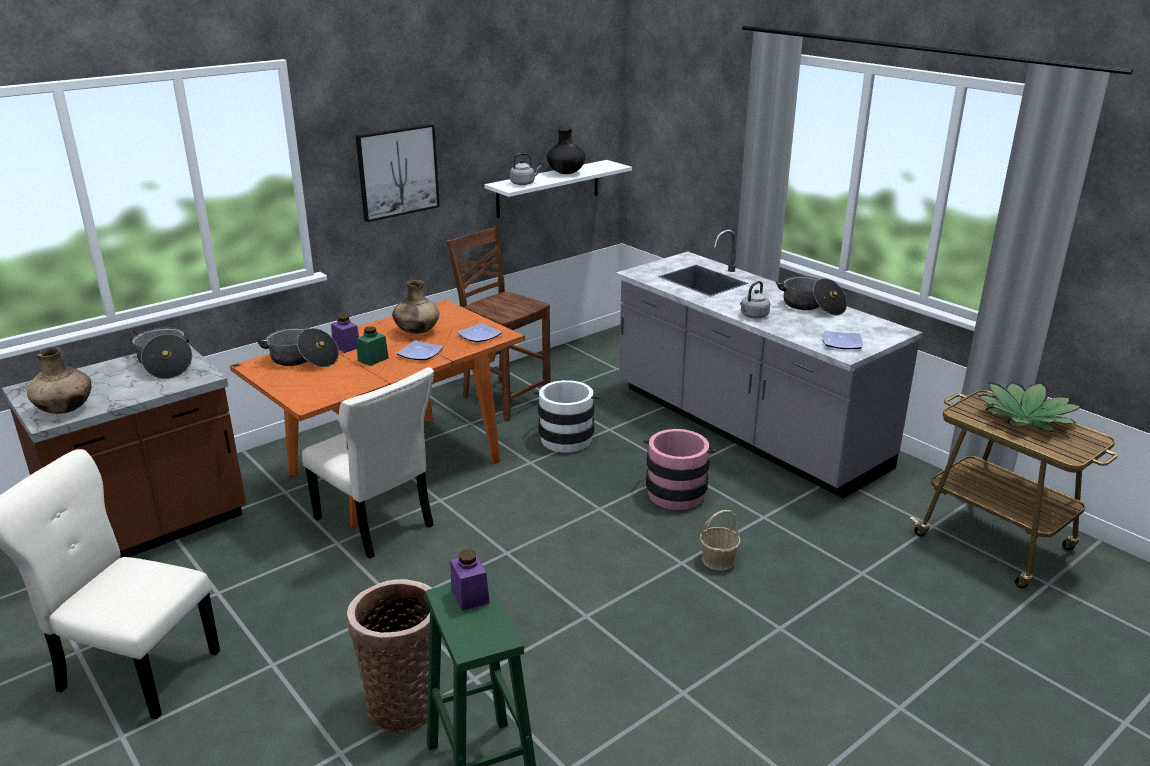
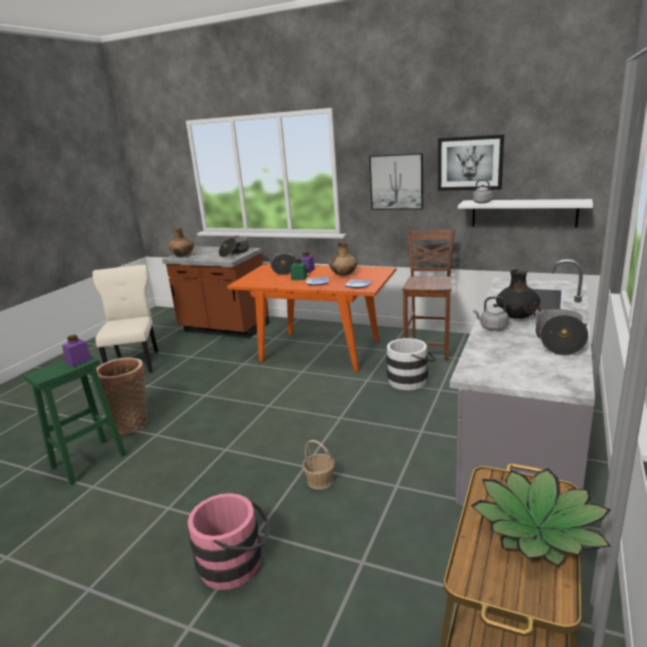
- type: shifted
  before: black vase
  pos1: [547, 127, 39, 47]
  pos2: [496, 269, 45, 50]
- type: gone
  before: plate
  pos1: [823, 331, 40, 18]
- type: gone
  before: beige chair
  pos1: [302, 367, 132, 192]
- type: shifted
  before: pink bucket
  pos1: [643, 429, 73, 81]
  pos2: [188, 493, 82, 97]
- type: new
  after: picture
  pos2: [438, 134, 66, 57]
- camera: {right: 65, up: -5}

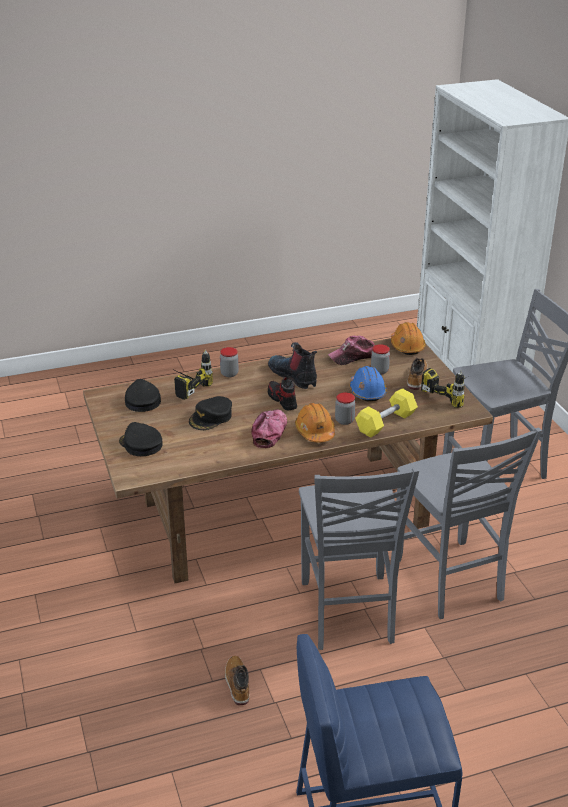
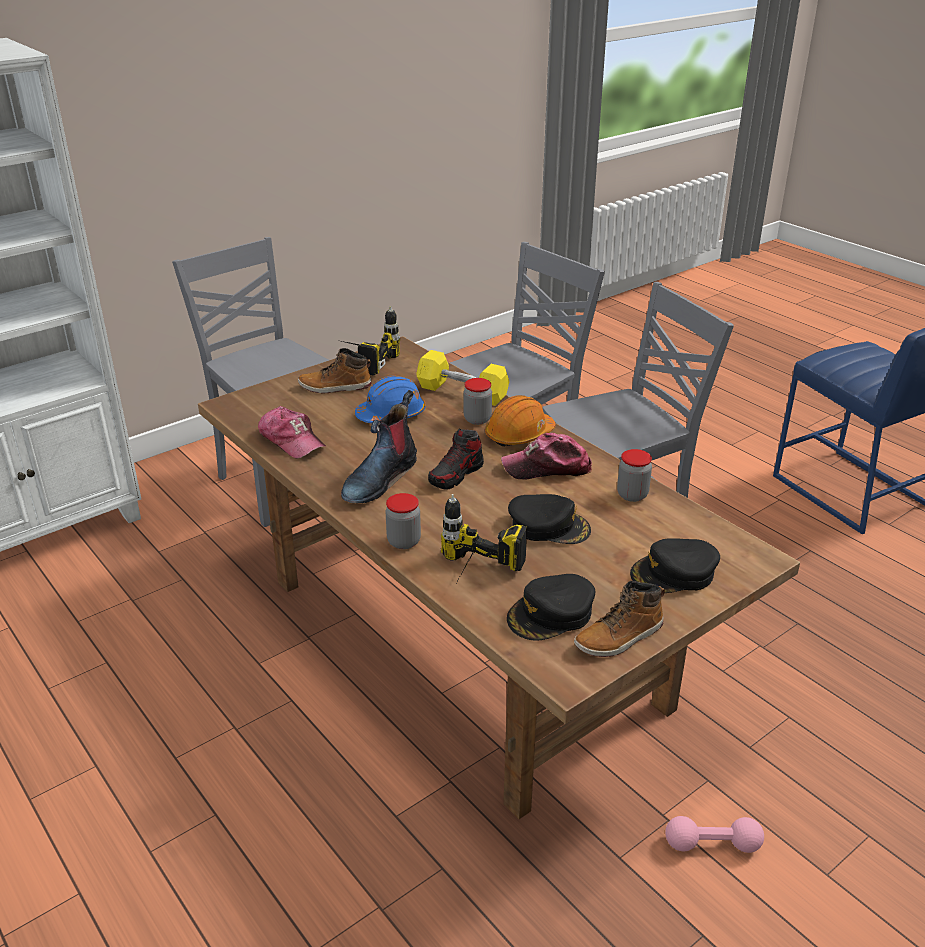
- type: gone
  before: orange hard hat
  pos1: [391, 322, 35, 33]
- type: shifted
  before: jar
  pos1: [371, 344, 19, 31]
  pos2: [617, 449, 35, 53]
- type: rotated
  before: black cap
  pos1: [119, 422, 44, 34]
  pos2: [630, 538, 90, 55]
  turn: 45
- type: shifted
  before: boot
  pos1: [225, 656, 24, 49]
  pos2: [574, 581, 91, 76]
- type: new
  after: pink dumbbell
  pos2: [665, 816, 99, 37]
- camera: {right: -110, up: 0}

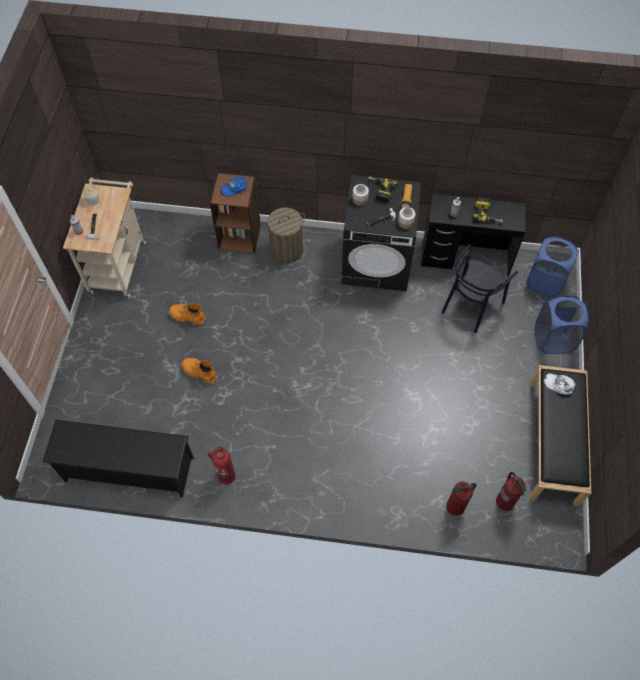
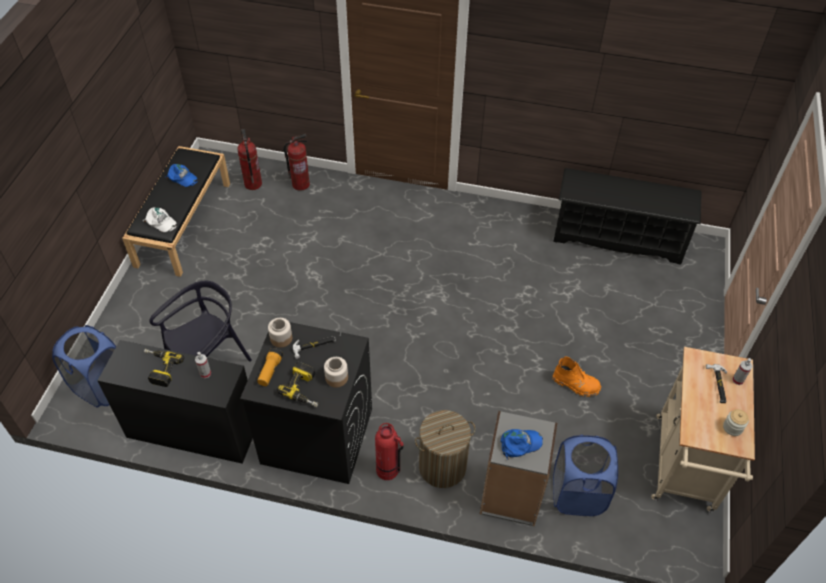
- type: repainted
  before: brown bookcase
  after: grey bookcase
  pos1: [210, 173, 51, 81]
  pos2: [480, 411, 77, 115]
- type: shifted
  before: blue laundry basket
  pos1: [535, 295, 54, 59]
  pos2: [553, 435, 65, 81]
- type: gone
  before: orange boot
  pos1: [181, 358, 37, 26]
- type: shifted
  before: fire extinguisher
  pos1: [207, 447, 29, 38]
  pos2: [375, 423, 29, 57]
- type: new
  after: blue cap
  pos2: [165, 164, 33, 23]
- camera: {right: -175, up: -10}

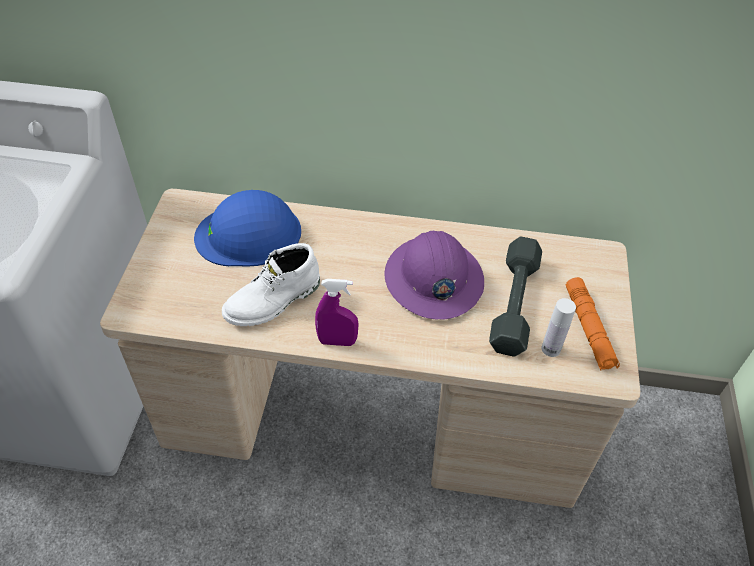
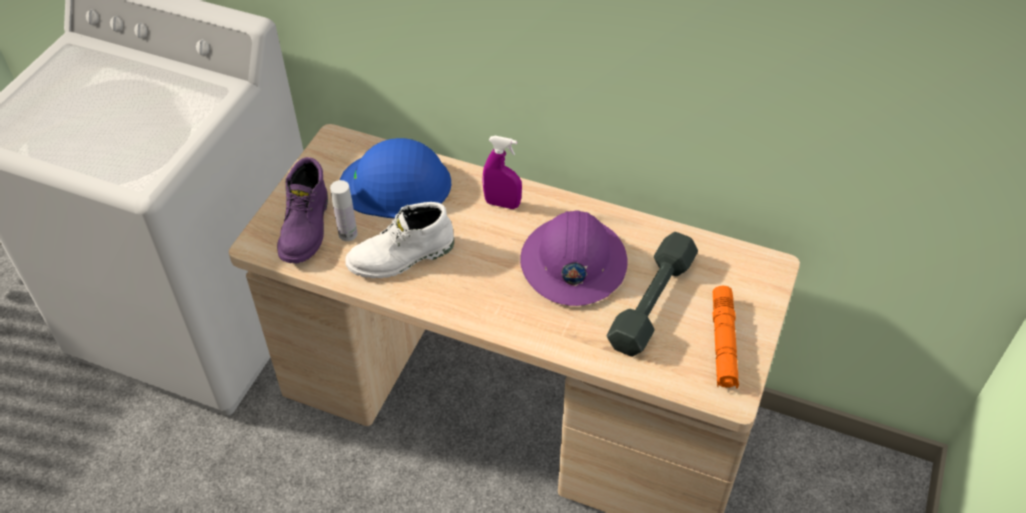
- type: shifted
  before: purple spray bottle
  pos1: [315, 279, 43, 67]
  pos2: [482, 136, 40, 73]
- type: shifted
  before: white bottle
  pos1: [541, 298, 35, 59]
  pos2: [330, 180, 28, 61]
- type: new
  after: purple boot
  pos2: [277, 157, 51, 106]
- camera: {right: 15, up: 0}

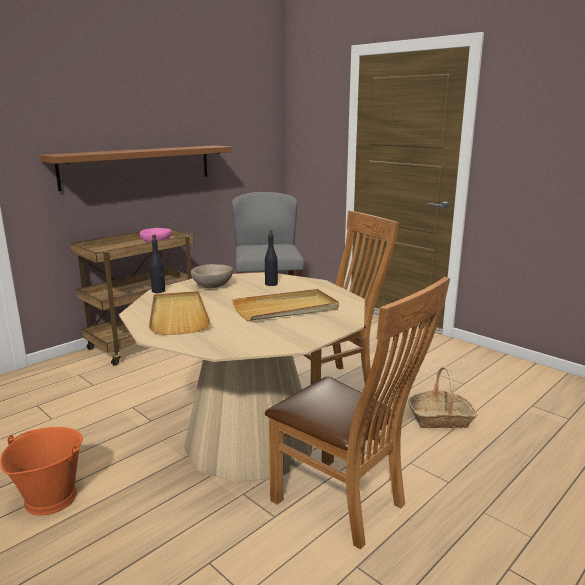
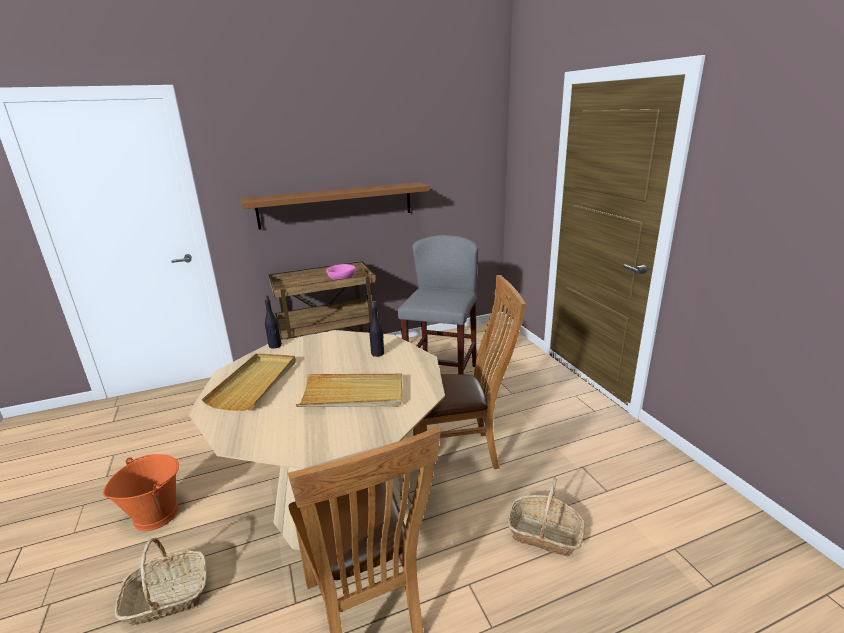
- type: gone
  before: beige bowl
  pos1: [191, 264, 42, 24]
- type: new
  after: basket
  pos2: [115, 538, 92, 88]
- camera: {right: 25, up: 5}

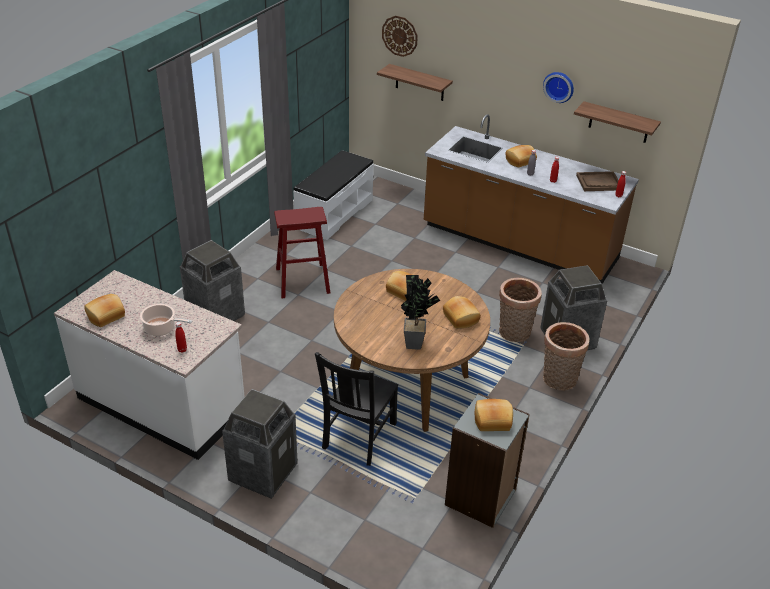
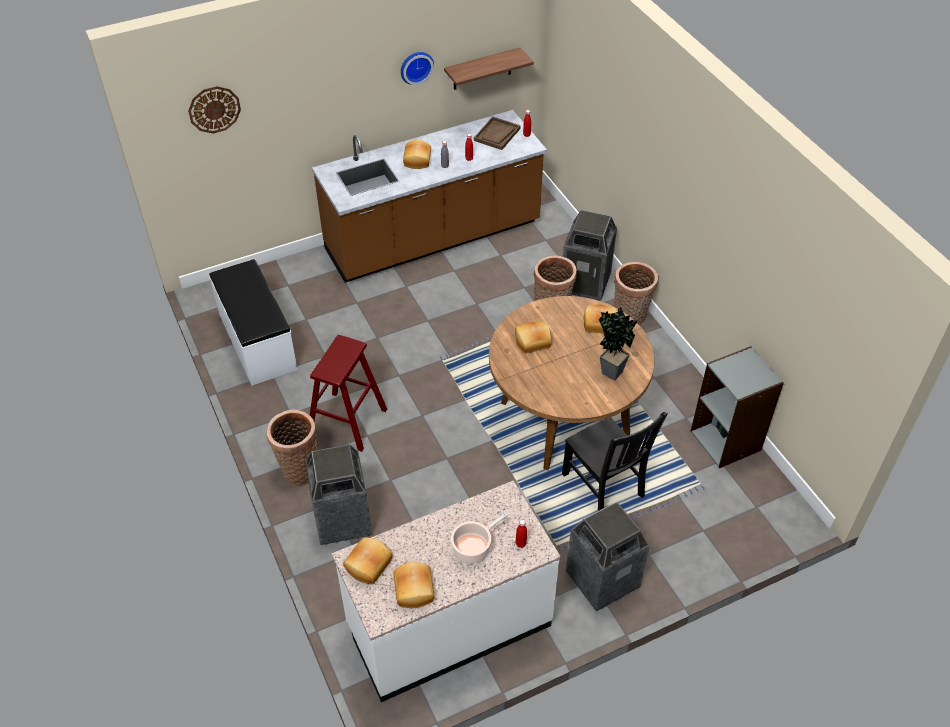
- type: gone
  before: shelf
  pos1: [377, 64, 76, 37]
- type: shifted
  before: bread
  pos1: [475, 399, 38, 32]
  pos2: [343, 537, 49, 47]
- type: new
  after: basket
  pos2: [267, 410, 51, 76]
- camera: {right: -55, up: 10}

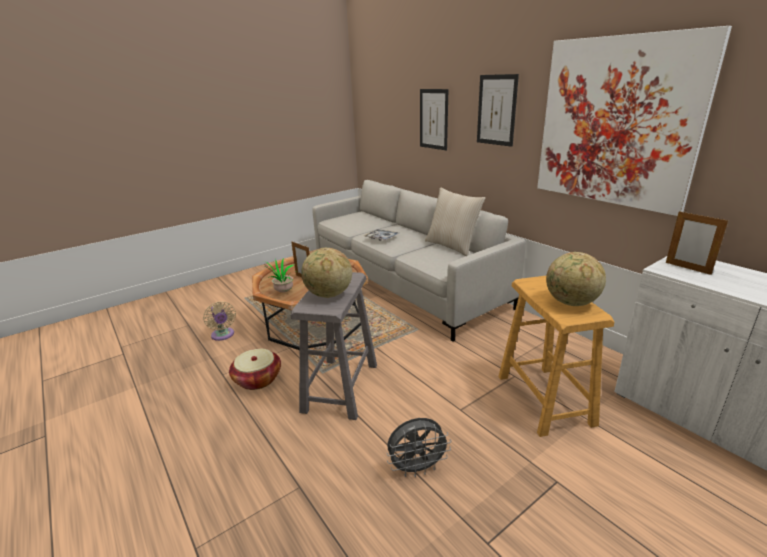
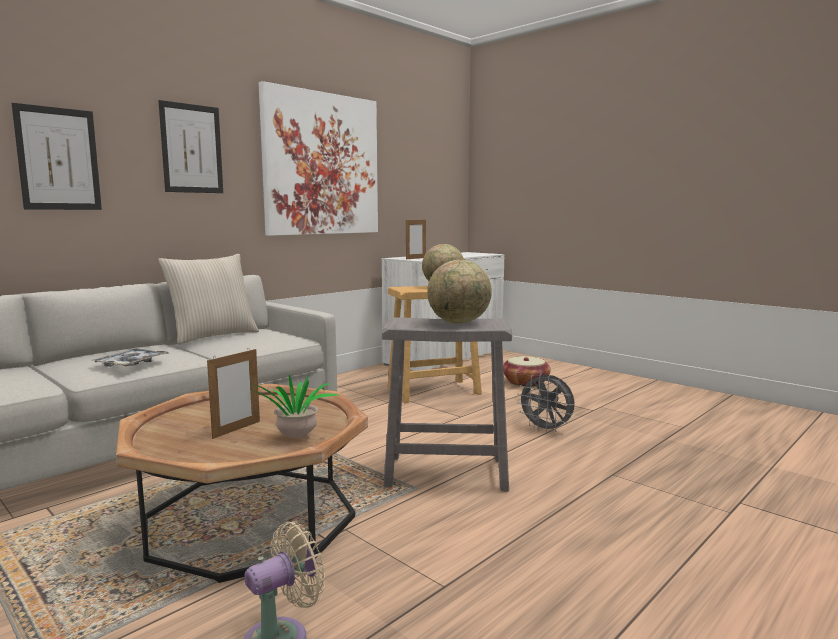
- type: shifted
  before: basket
  pos1: [229, 349, 52, 41]
  pos2: [503, 356, 48, 31]
- type: rotated
  before: grey fan
  pos1: [387, 418, 64, 59]
  pos2: [517, 373, 58, 60]
  turn: 150
- camera: {right: -100, up: -15}

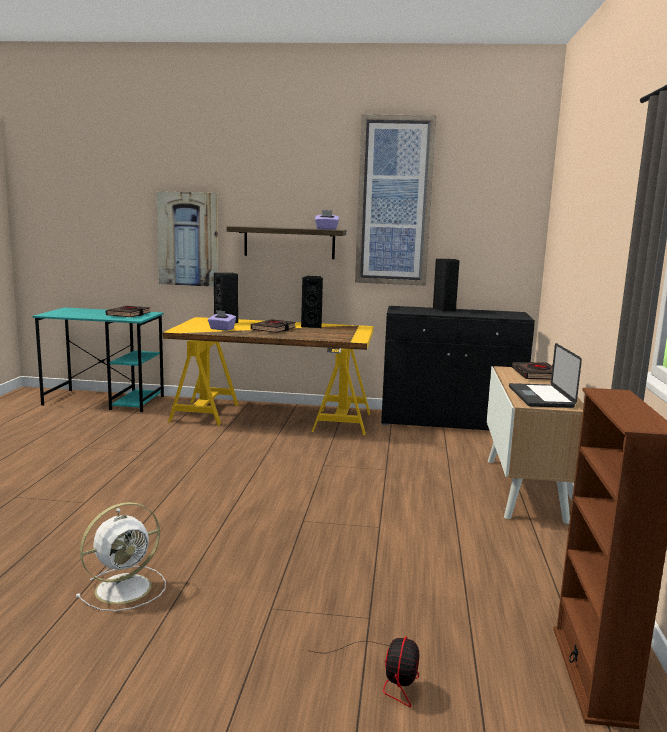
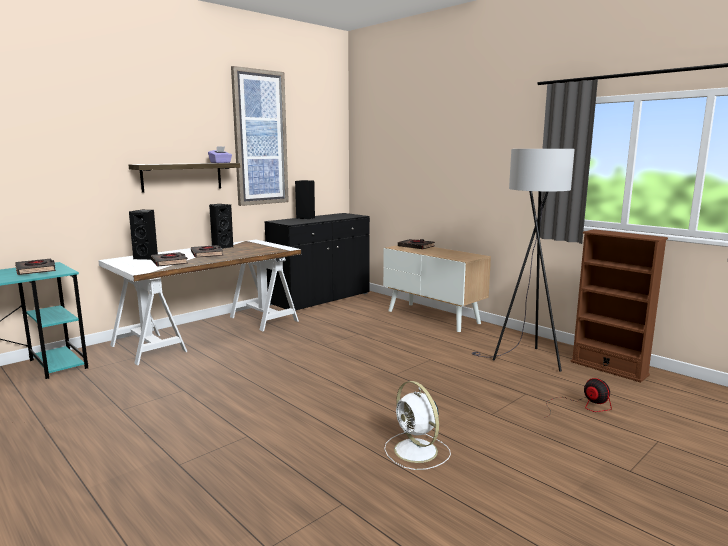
- type: gone
  before: picture
  pos1: [156, 191, 62, 96]
- type: swapped
  before: purple tissue box
  after: black book
  pos1: [208, 310, 28, 21]
  pos2: [151, 252, 37, 15]
- type: repainted
  before: yellow desk
  after: white desk
  pos1: [163, 317, 211, 119]
  pos2: [98, 240, 203, 125]
- type: gone
  before: laptop
  pos1: [509, 343, 73, 65]
- type: rotated
  before: white fan
  pos1: [76, 502, 90, 109]
  pos2: [384, 381, 67, 89]
  turn: 150
- type: new
  after: grey floor lamp
  pos2: [472, 149, 103, 223]
- camera: {right: -50, up: 0}

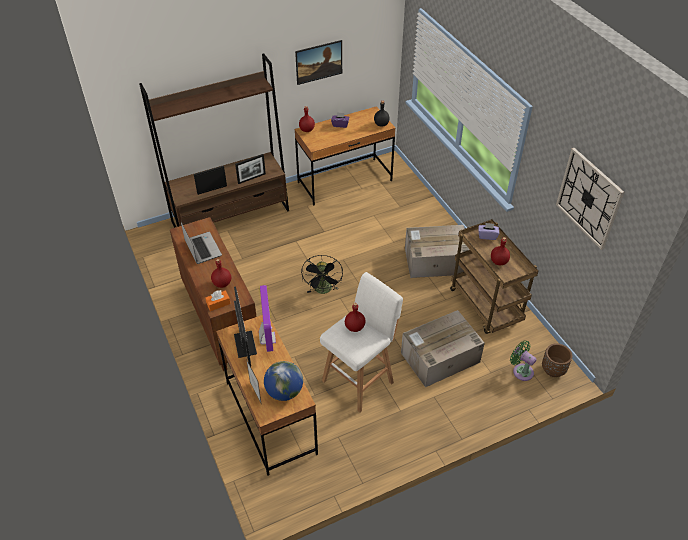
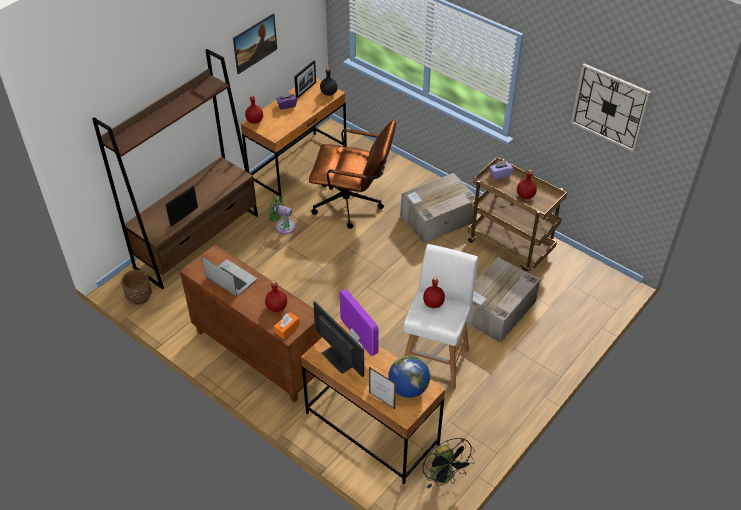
- type: shifted
  before: picture frame
  pos1: [235, 154, 31, 30]
  pos2: [294, 60, 22, 39]
- type: shifted
  before: black fan
  pos1: [301, 255, 42, 39]
  pos2: [423, 438, 52, 51]
- type: shifted
  before: green fan
  pos1: [510, 341, 27, 40]
  pos2: [268, 196, 27, 38]
- type: shifted
  before: brown planter
  pos1: [542, 343, 30, 34]
  pos2: [121, 270, 31, 35]
- type: new
  after: brown office chair
  pos2: [309, 120, 87, 109]
- camera: {right: -25, up: 0}

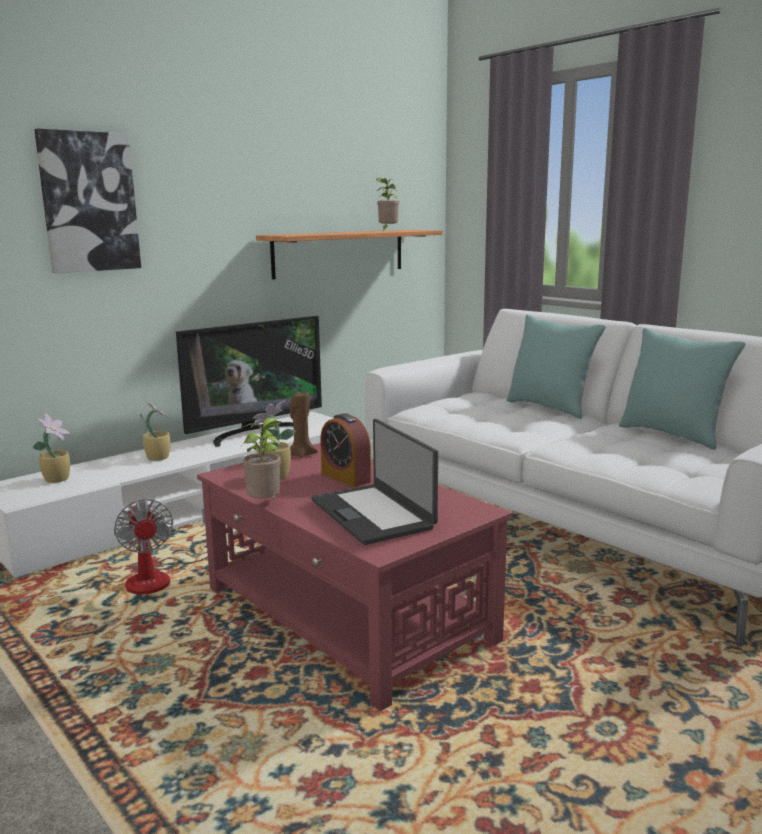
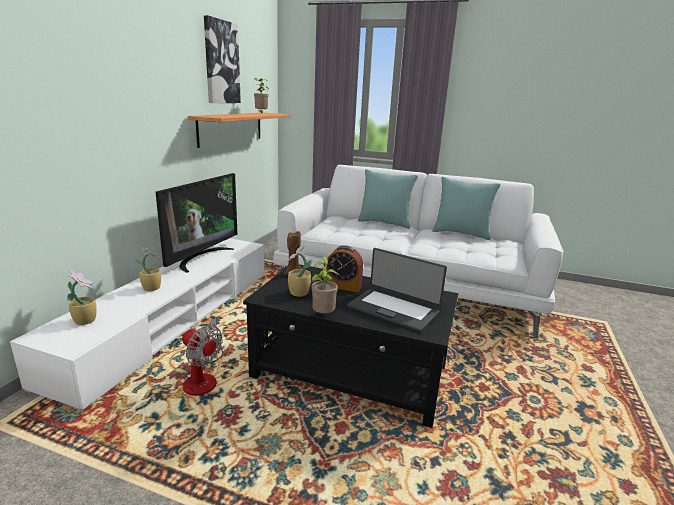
- type: shifted
  before: picture
  pos1: [34, 128, 107, 145]
  pos2: [204, 15, 37, 88]
- type: repainted
  before: red coffee table
  after: black coffee table
  pos1: [197, 443, 316, 268]
  pos2: [243, 264, 216, 164]
- camera: {right: -30, up: 5}

